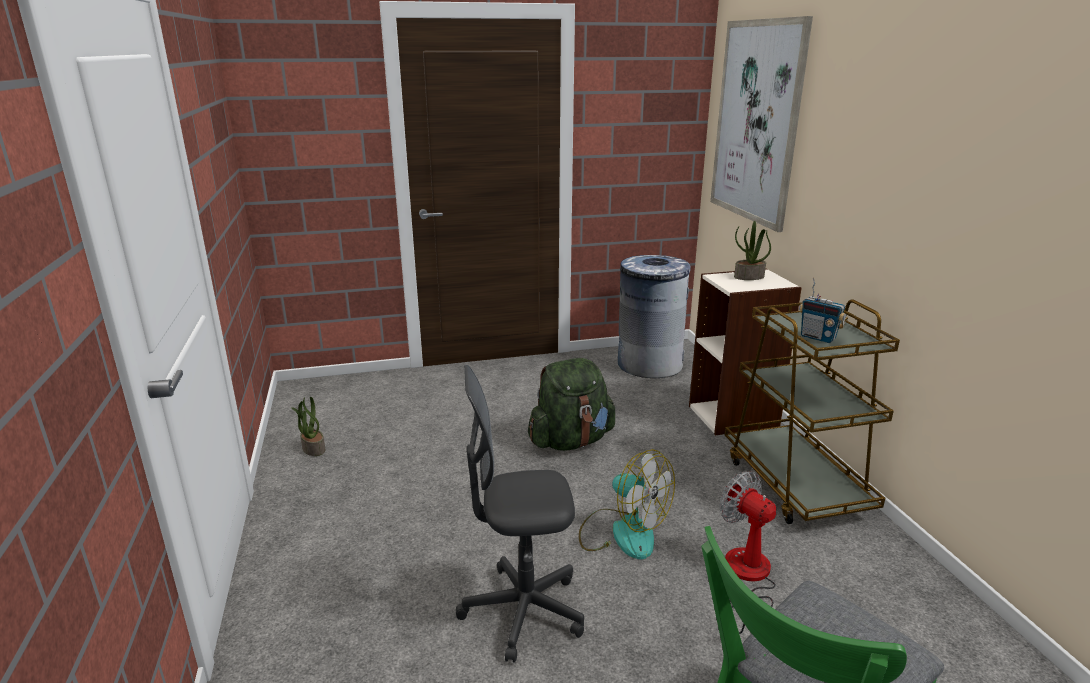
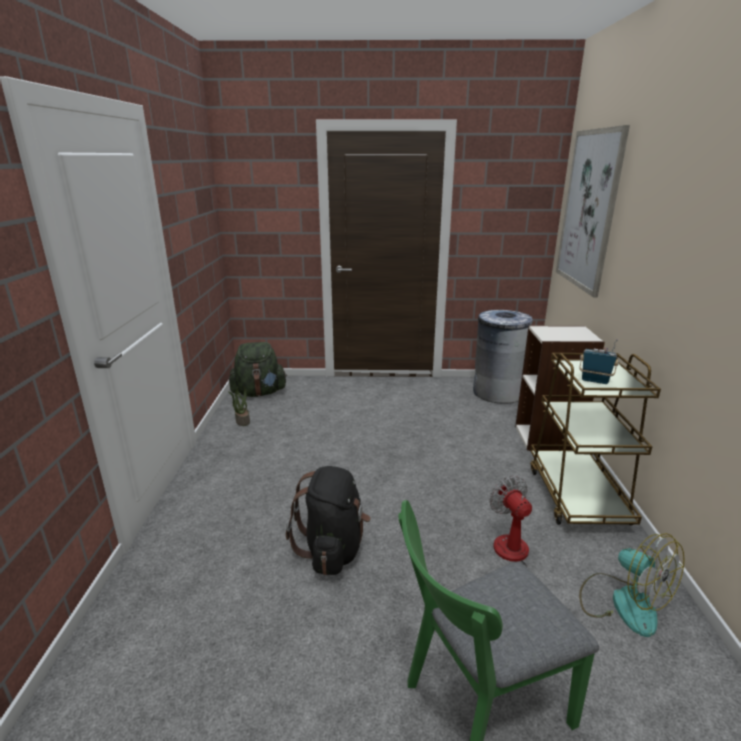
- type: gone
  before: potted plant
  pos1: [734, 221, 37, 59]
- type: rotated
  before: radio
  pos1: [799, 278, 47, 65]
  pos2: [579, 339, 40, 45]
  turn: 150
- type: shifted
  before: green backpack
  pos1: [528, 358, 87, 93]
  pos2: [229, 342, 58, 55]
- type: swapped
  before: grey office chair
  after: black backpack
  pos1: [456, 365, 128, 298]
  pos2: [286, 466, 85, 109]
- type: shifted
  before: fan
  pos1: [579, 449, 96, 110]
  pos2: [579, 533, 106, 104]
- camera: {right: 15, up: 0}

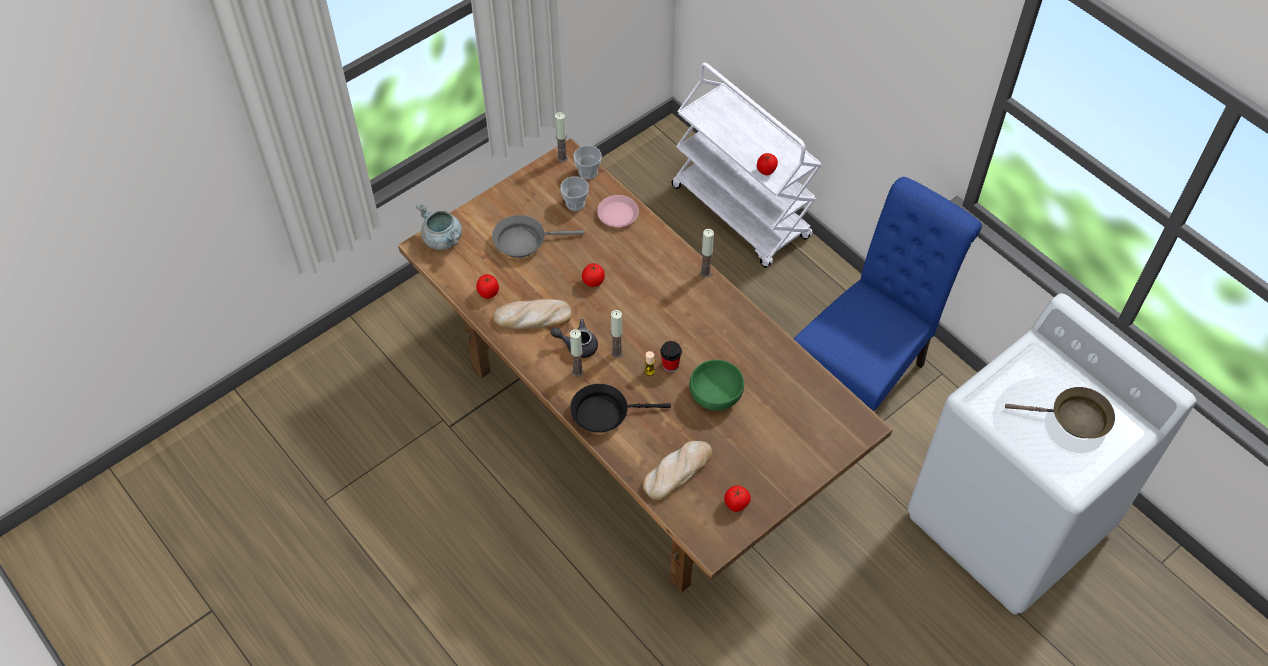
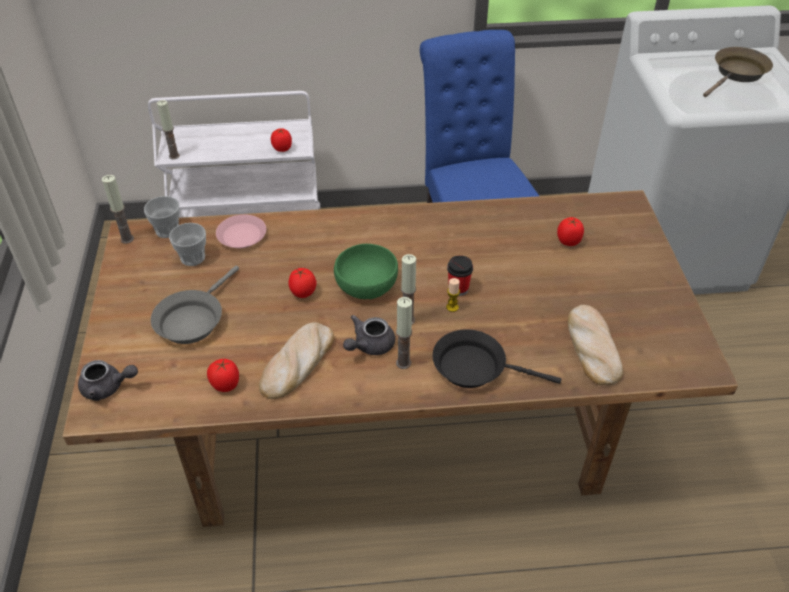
- type: swapped
  before: grey cooking pot
  after: grey teapot
  pos1: [416, 203, 46, 47]
  pos2: [78, 360, 60, 41]
- type: shifted
  before: candle
  pos1: [700, 229, 14, 49]
  pos2: [157, 100, 23, 59]
- type: shifted
  before: green bowl
  pos1: [689, 360, 55, 51]
  pos2: [334, 244, 64, 55]
- type: rotated
  before: black frying pan
  pos1: [570, 384, 101, 49]
  pos2: [433, 329, 128, 59]
  turn: 75
- type: shifted
  before: tomato
  pos1: [724, 485, 27, 27]
  pos2: [557, 217, 27, 29]
- camera: {right: -55, up: -10}

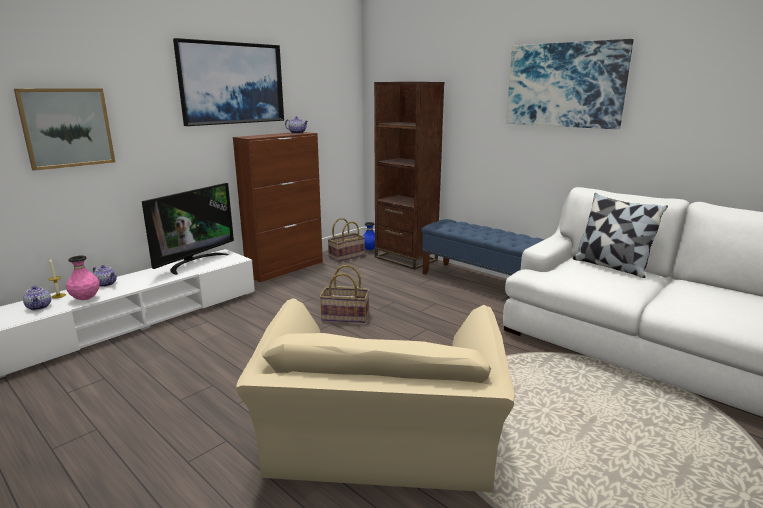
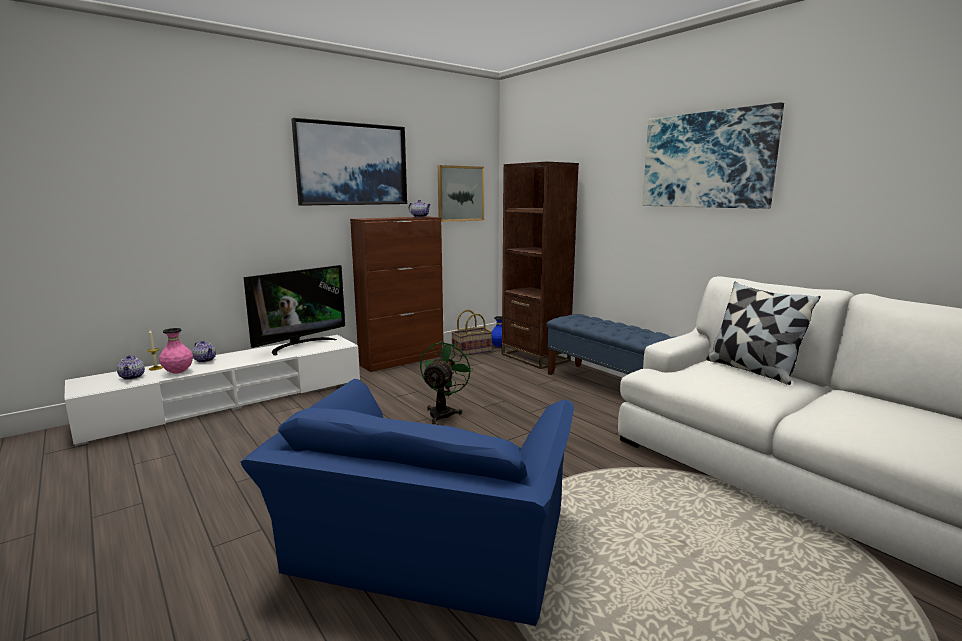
- type: shifted
  before: picture
  pos1: [14, 88, 101, 83]
  pos2: [438, 165, 46, 57]
- type: swapped
  before: basket
  after: green fan
  pos1: [320, 265, 49, 58]
  pos2: [420, 340, 53, 84]
- type: repainted
  before: beige armchair
  after: blue armchair
  pos1: [236, 298, 279, 194]
  pos2: [241, 379, 333, 247]
- camera: {right: 10, up: -5}

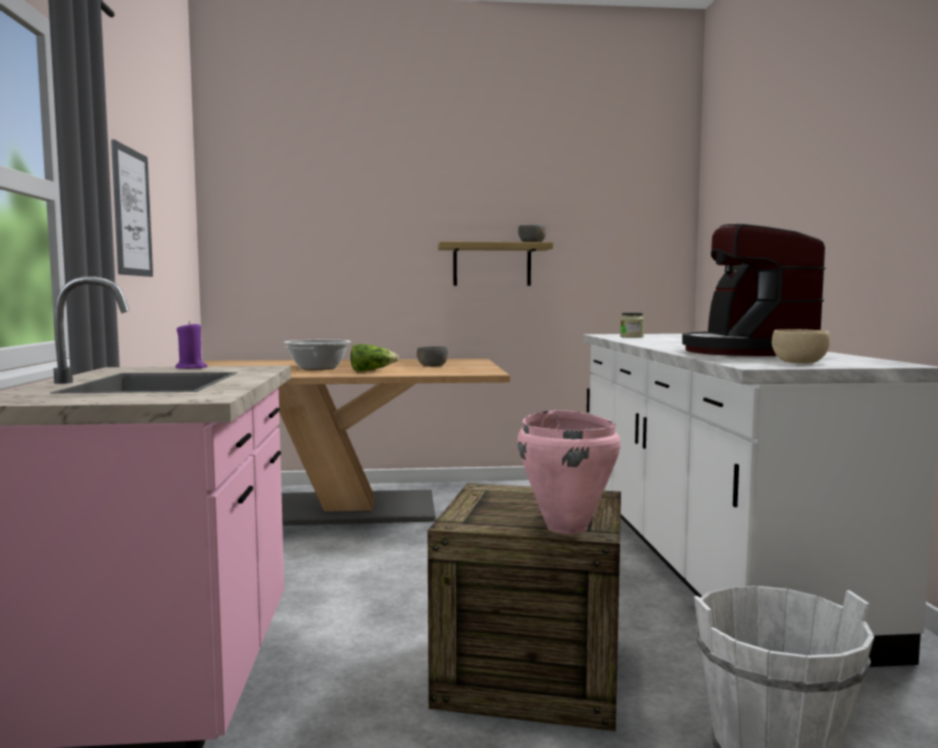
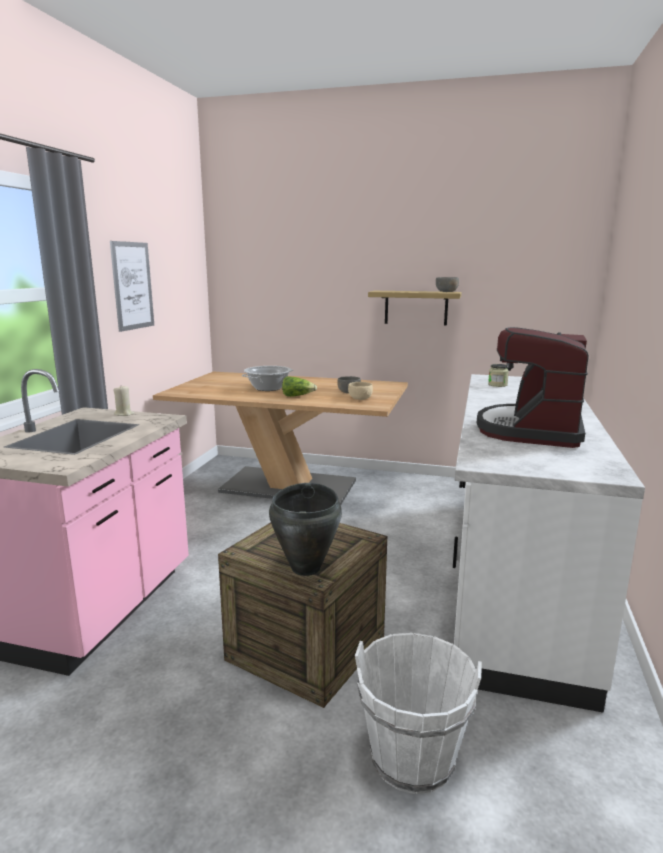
- type: repainted
  before: purple candle
  after: beige candle
  pos1: [175, 321, 33, 48]
  pos2: [113, 386, 21, 30]
- type: shifted
  before: beige bowl
  pos1: [772, 329, 58, 34]
  pos2: [348, 382, 25, 18]
- type: repainted
  before: pink cooking pot
  after: black cooking pot
  pos1: [517, 410, 104, 124]
  pos2: [269, 483, 73, 93]
- camera: {right: 20, up: 10}

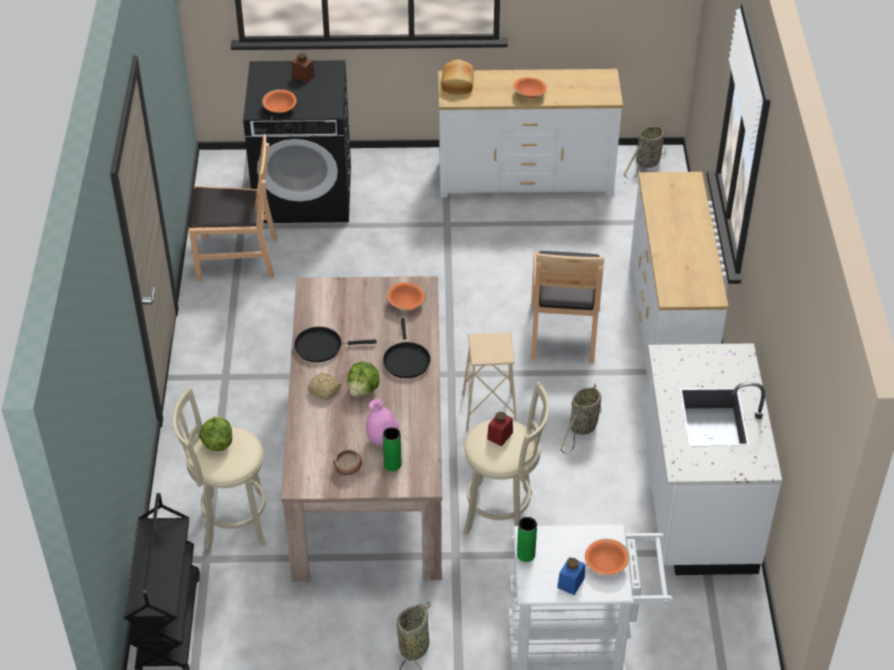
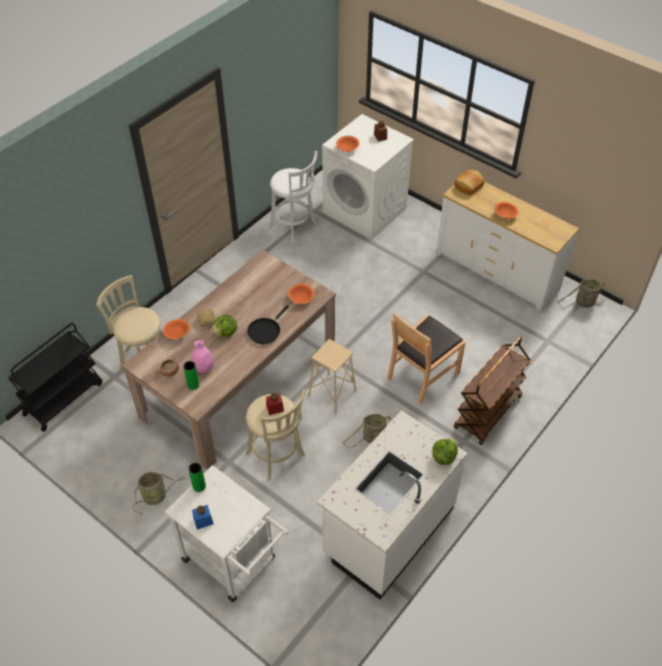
- type: repainted
  before: black washing machine
  after: white washing machine
  pos1: [243, 60, 108, 163]
  pos2: [322, 114, 92, 126]
- type: swapped
  before: brown chair
  after: white stool
  pos1: [189, 134, 88, 147]
  pos2: [269, 151, 49, 91]
- type: swapped
  before: white dresser
  after: brown cart
  pos1: [630, 172, 99, 225]
  pos2: [454, 337, 77, 108]
- type: gone
  before: black frying pan
  pos1: [294, 327, 83, 35]
- type: shifted
  before: lettuce
  pos1: [199, 416, 33, 35]
  pos2: [432, 438, 26, 27]
- type: shifted
  before: orange bowl
  pos1: [585, 539, 45, 36]
  pos2: [163, 319, 27, 20]
- camera: {right: 40, up: 5}

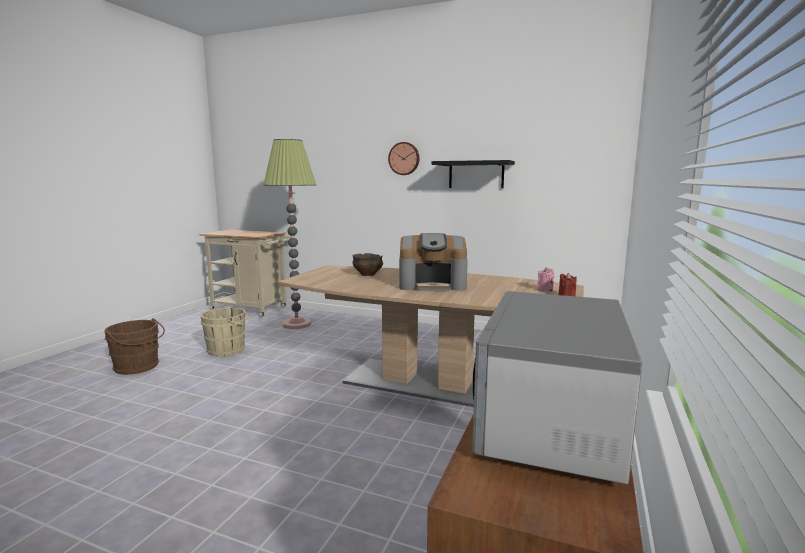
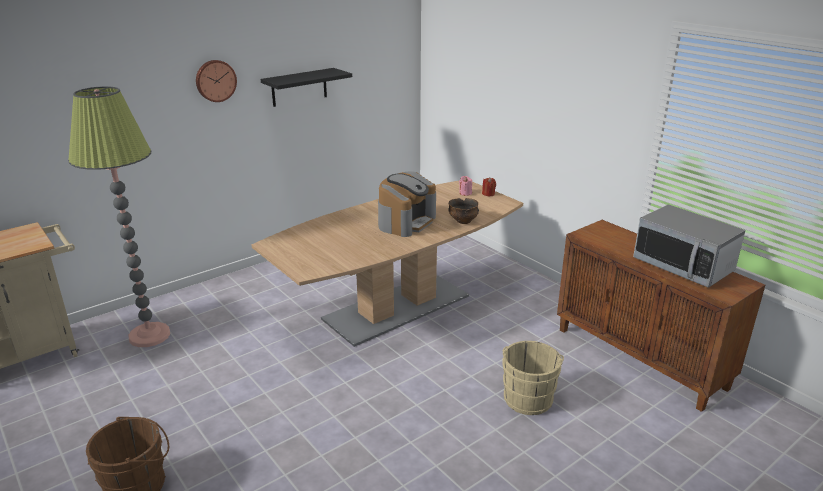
- type: shifted
  before: bowl
  pos1: [352, 253, 31, 23]
  pos2: [448, 198, 31, 26]
- type: shifted
  before: beige bucket
  pos1: [201, 306, 49, 50]
  pos2: [502, 341, 62, 74]
- camera: {right: -60, up: 15}

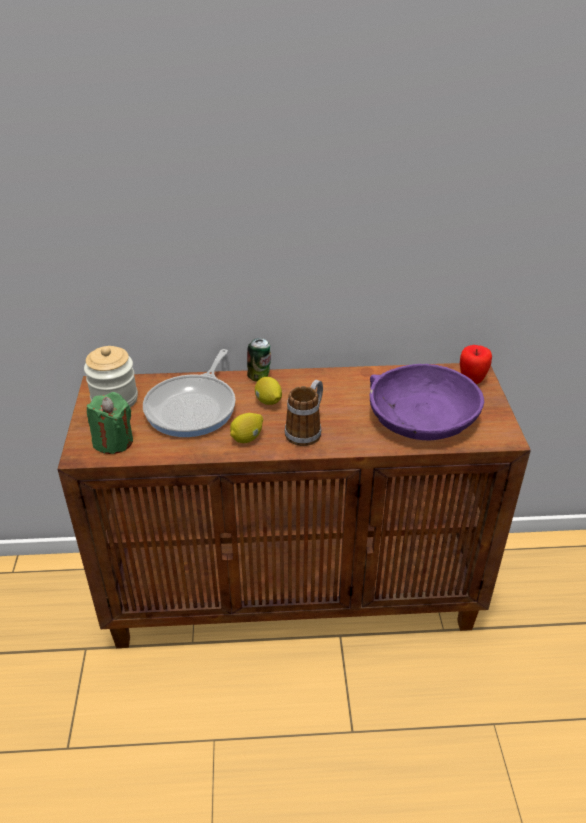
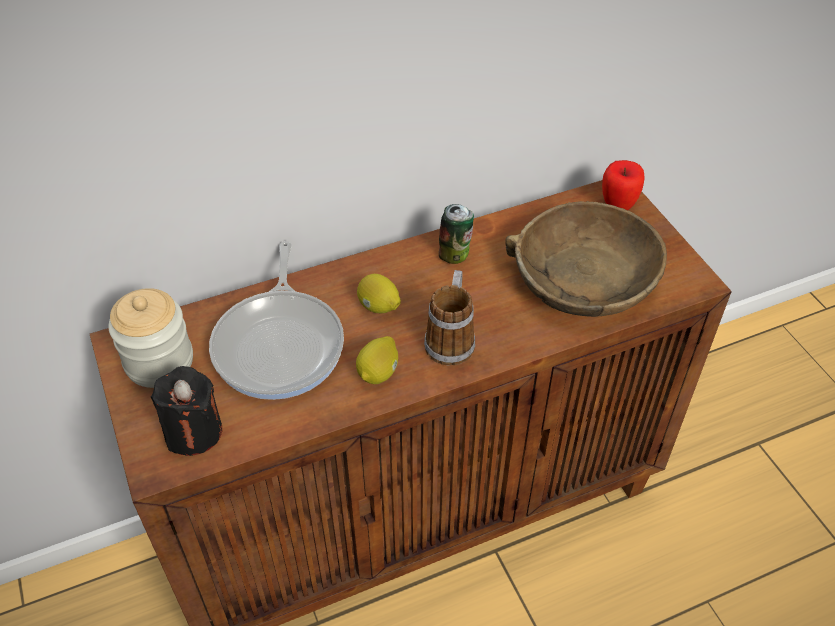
- type: shifted
  before: can
  pos1: [247, 338, 24, 44]
  pos2: [439, 204, 35, 60]
- type: repainted
  before: purple bowl
  after: brown bowl
  pos1: [370, 364, 115, 77]
  pos2: [506, 201, 161, 116]
- type: repainted
  before: green candle
  after: black candle
  pos1: [87, 392, 46, 62]
  pos2: [151, 366, 71, 90]
- camera: {right: -20, up: 10}

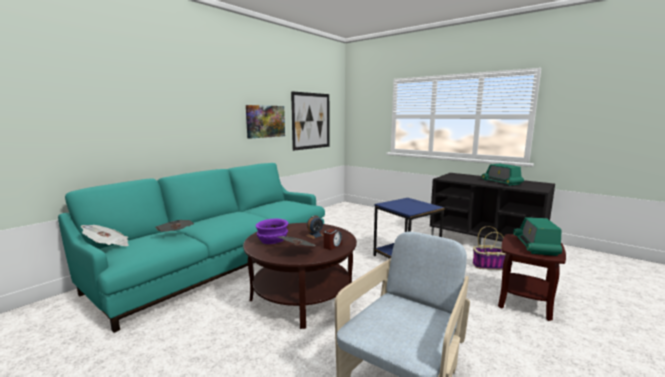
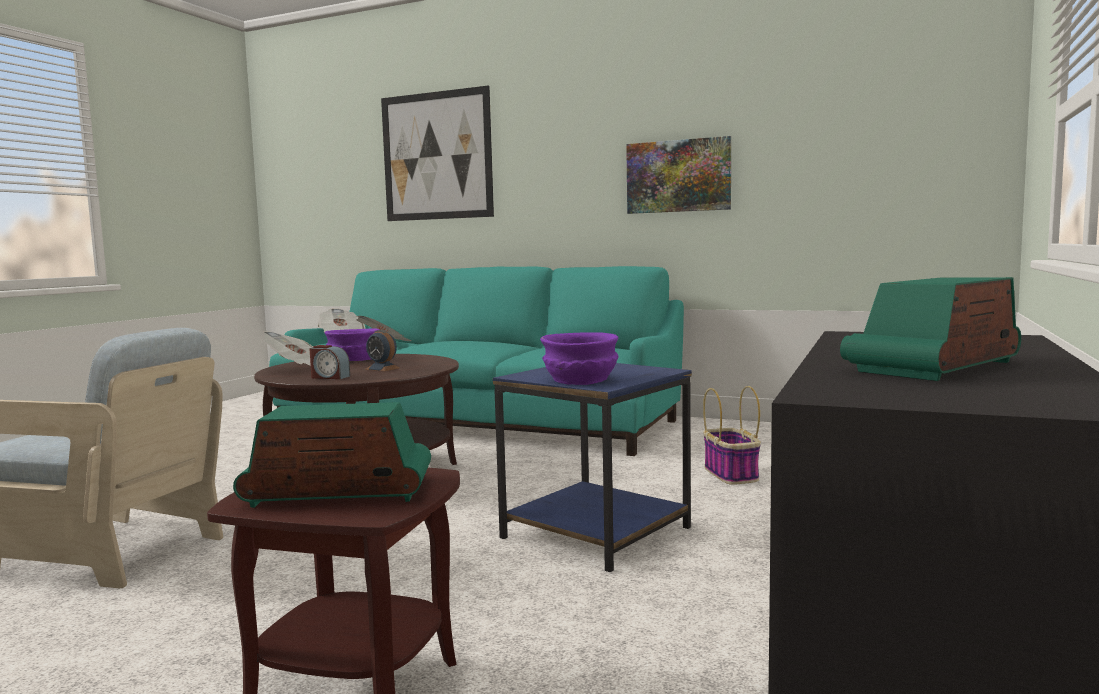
- type: shifted
  before: picture
  pos1: [291, 91, 38, 60]
  pos2: [381, 85, 113, 136]
- type: shifted
  before: basket
  pos1: [473, 226, 33, 44]
  pos2: [703, 386, 58, 99]
- type: new
  after: purple bowl
  pos2: [540, 332, 78, 53]
- camera: {right: 75, up: -5}

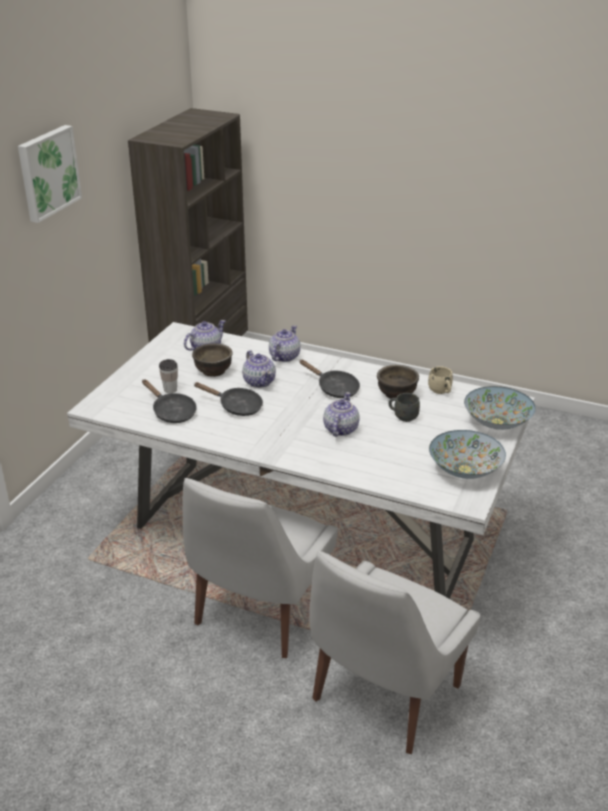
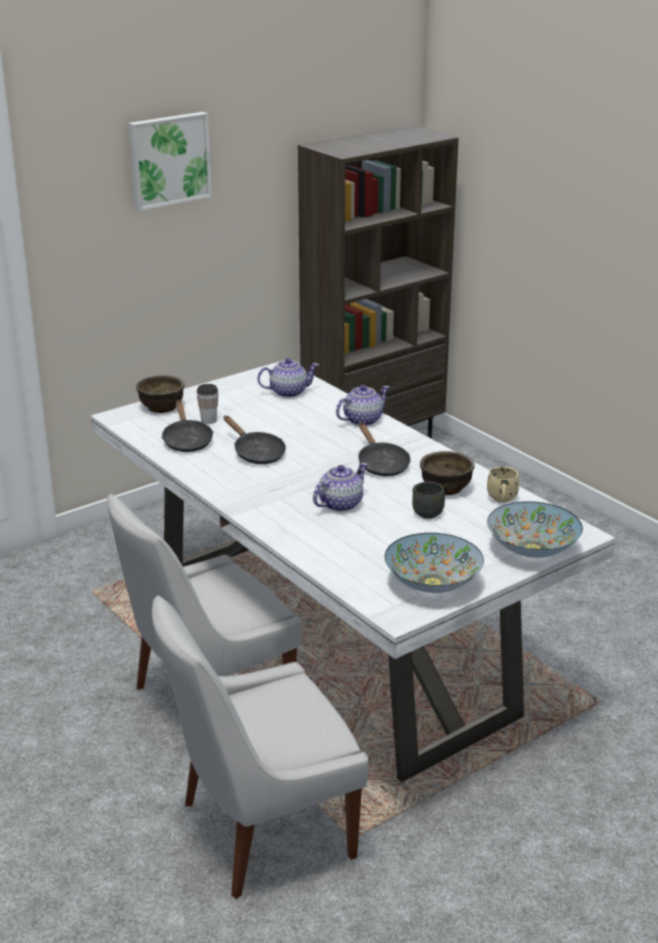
- type: shifted
  before: brown bowl
  pos1: [192, 343, 41, 34]
  pos2: [136, 376, 48, 37]
- type: gone
  before: teapot
  pos1: [242, 350, 34, 38]
- camera: {right: 30, up: -5}

